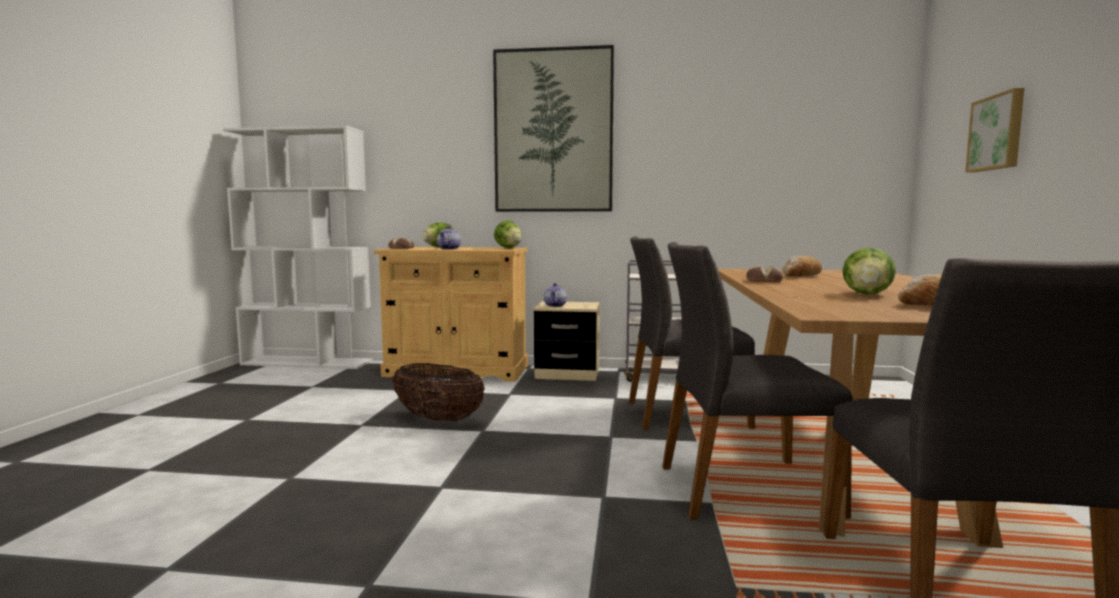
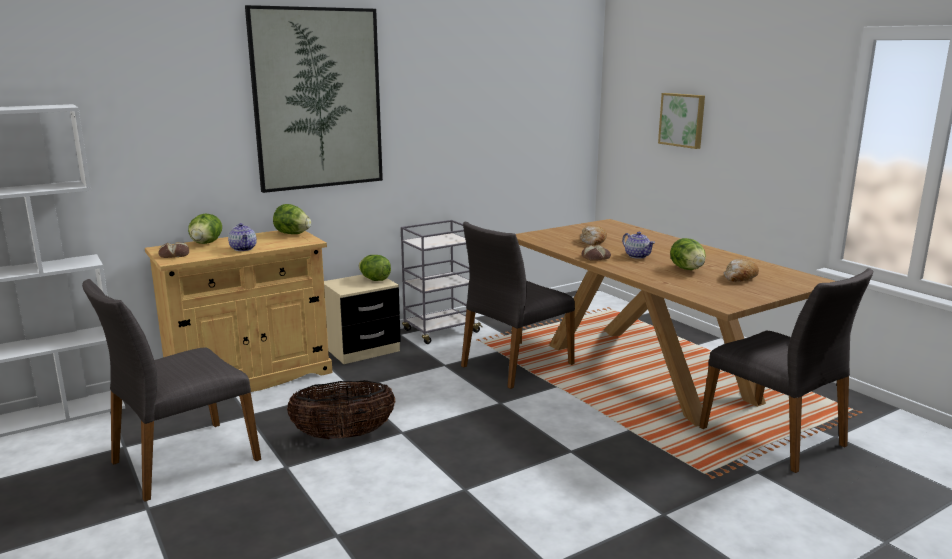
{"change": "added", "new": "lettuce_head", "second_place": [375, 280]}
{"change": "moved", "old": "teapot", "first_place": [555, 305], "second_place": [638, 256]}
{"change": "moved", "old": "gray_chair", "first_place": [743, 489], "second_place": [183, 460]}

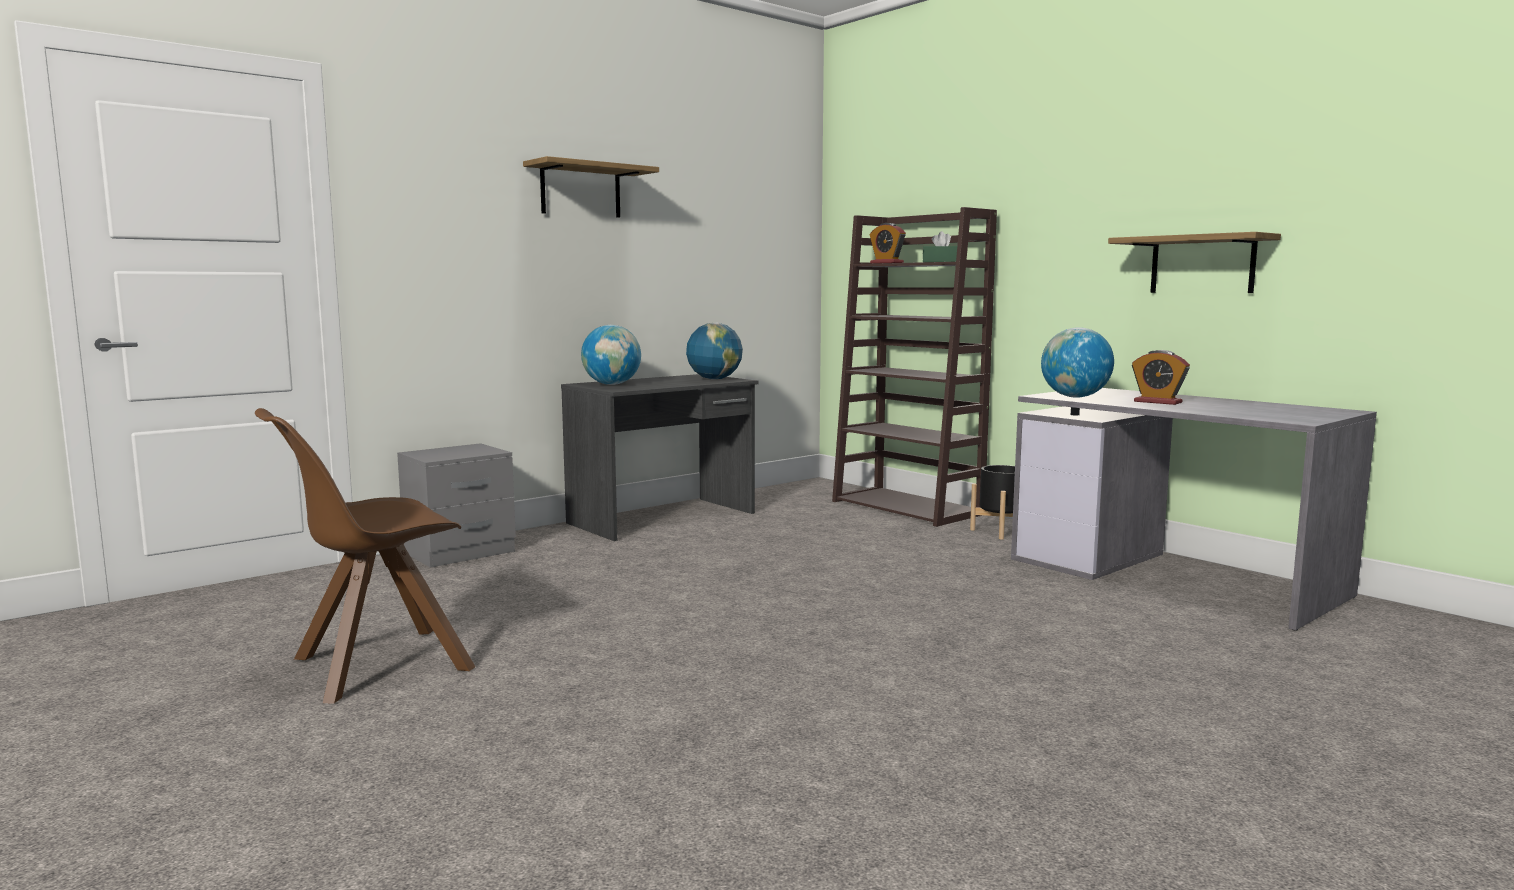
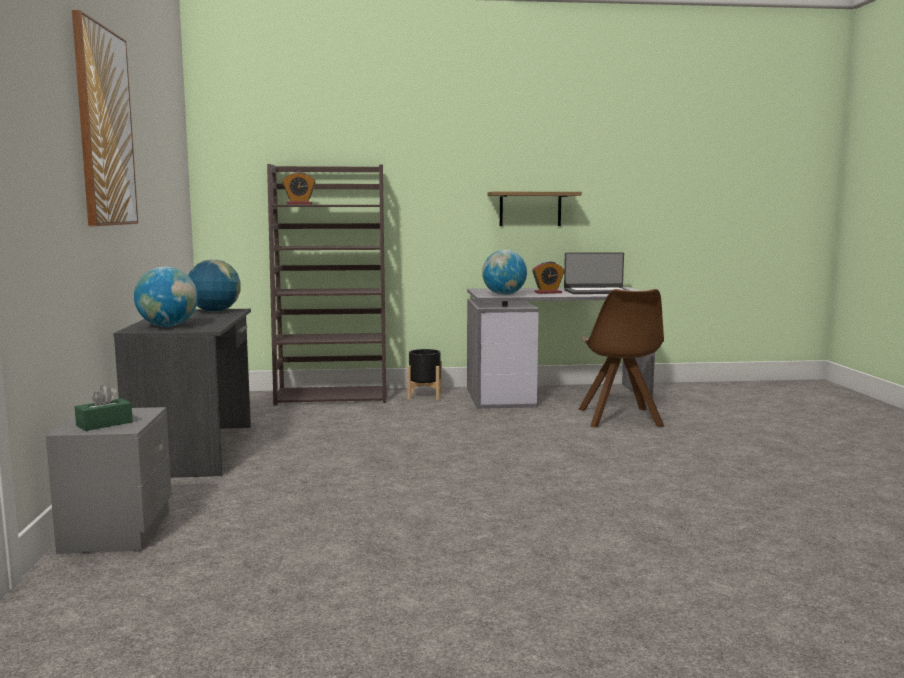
{"change": "added", "new": "portable_computer", "second_place": [597, 292]}
{"change": "moved", "old": "brown_chair", "first_place": [377, 665], "second_place": [620, 419]}
{"change": "moved", "old": "greenish_tissue_holder", "first_place": [940, 262], "second_place": [104, 424]}
{"change": "replaced", "old": "wall_shelf", "new": "wall_art", "first_place": [580, 191], "second_place": [104, 127]}

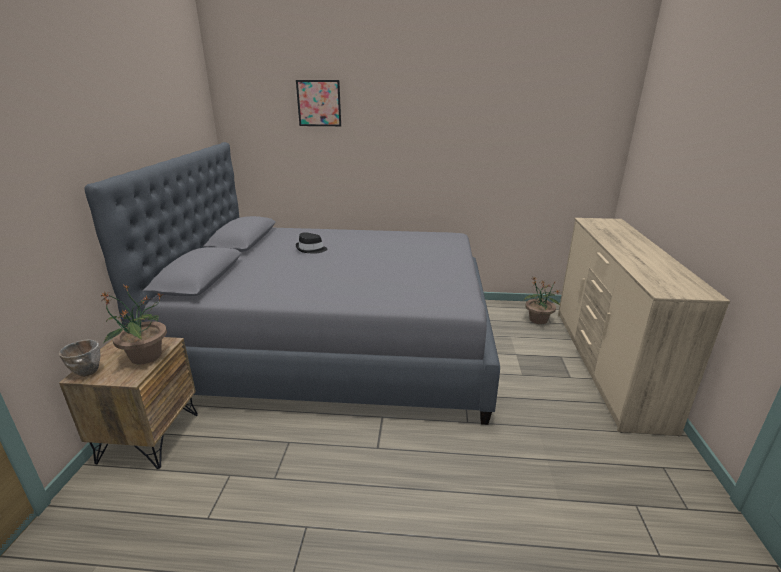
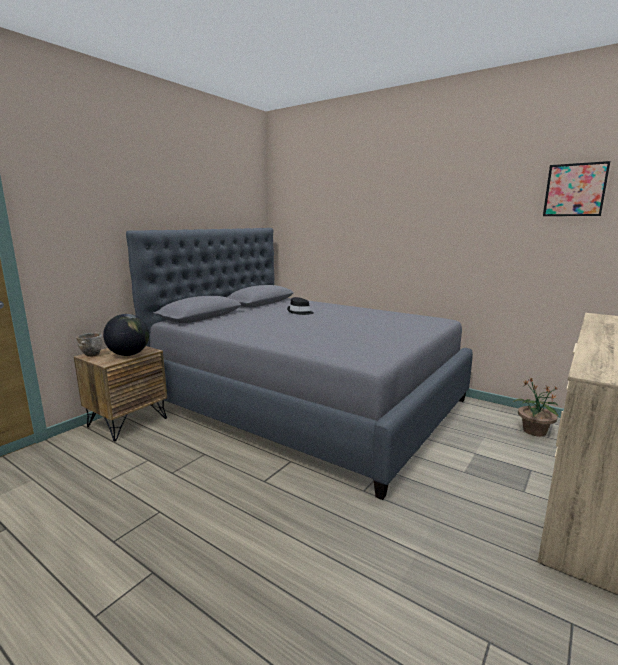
{"change": "moved", "old": "wall_art", "first_place": [319, 103], "second_place": [575, 190]}
{"change": "replaced", "old": "plant_in_a_pot", "new": "globe", "first_place": [145, 357], "second_place": [129, 354]}

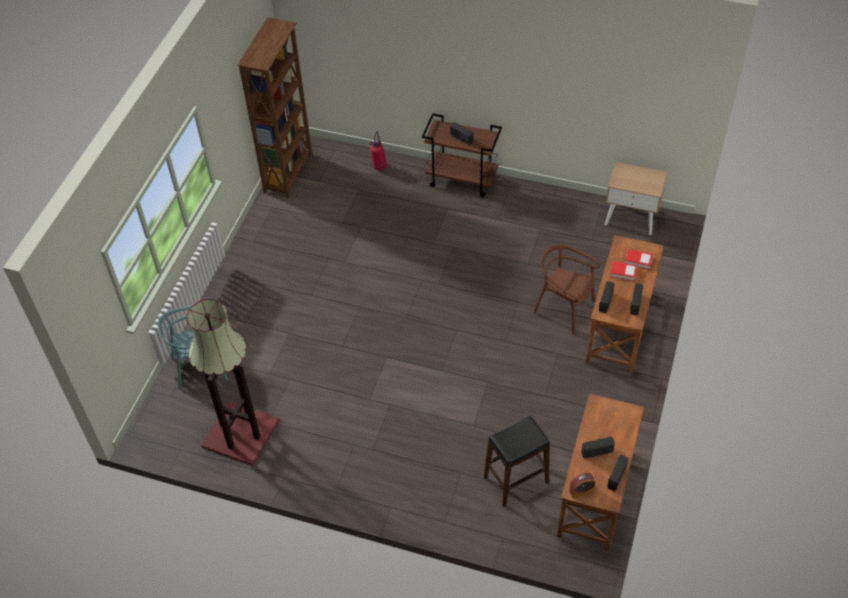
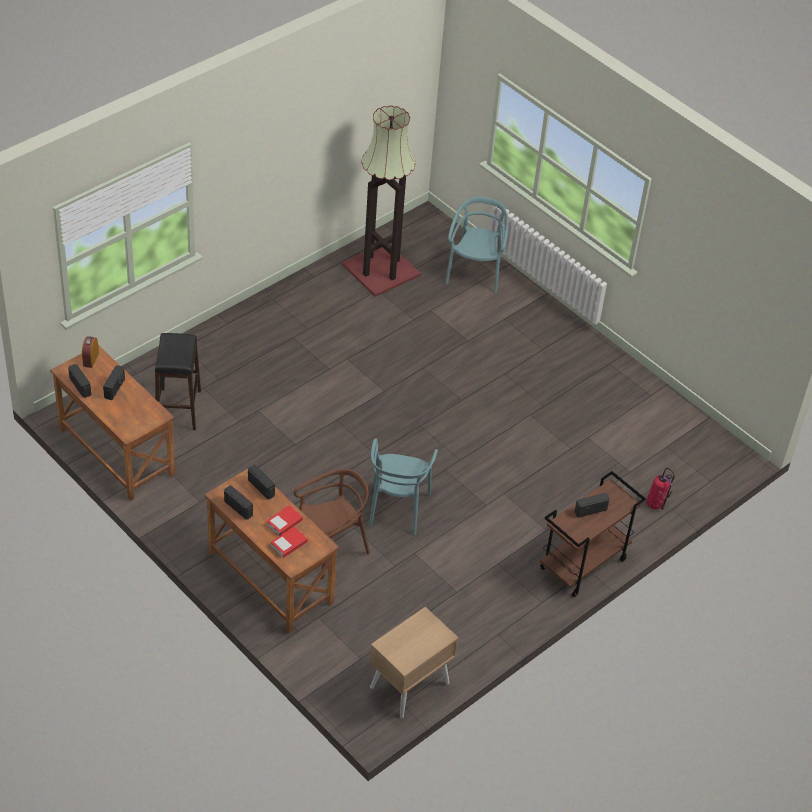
{"change": "removed", "old": "brown_bookshelf", "first_place": [289, 172]}
{"change": "added", "new": "turquoise-coloured_chair", "second_place": [397, 508]}

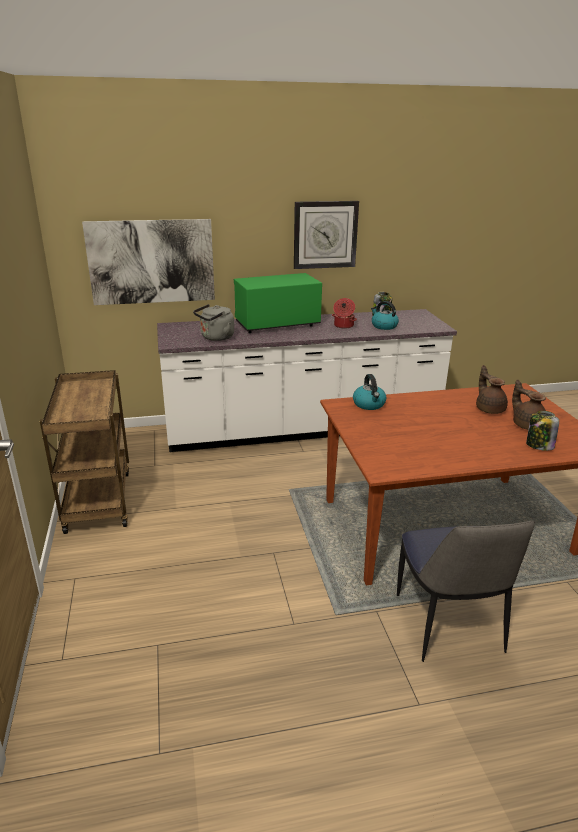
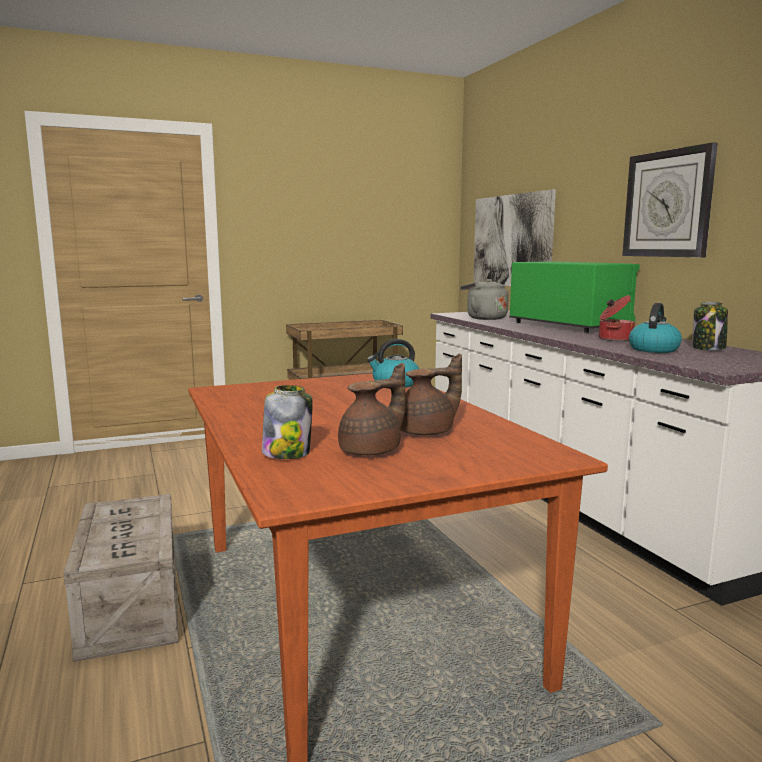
{"change": "replaced", "old": "chair", "new": "packing_crate", "first_place": [448, 626], "second_place": [130, 604]}

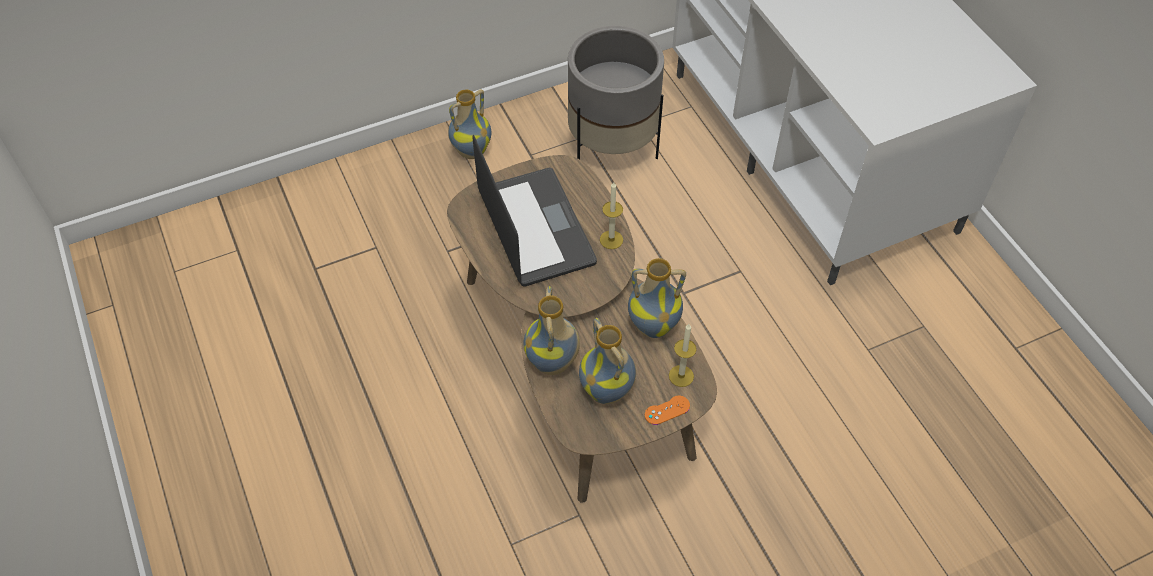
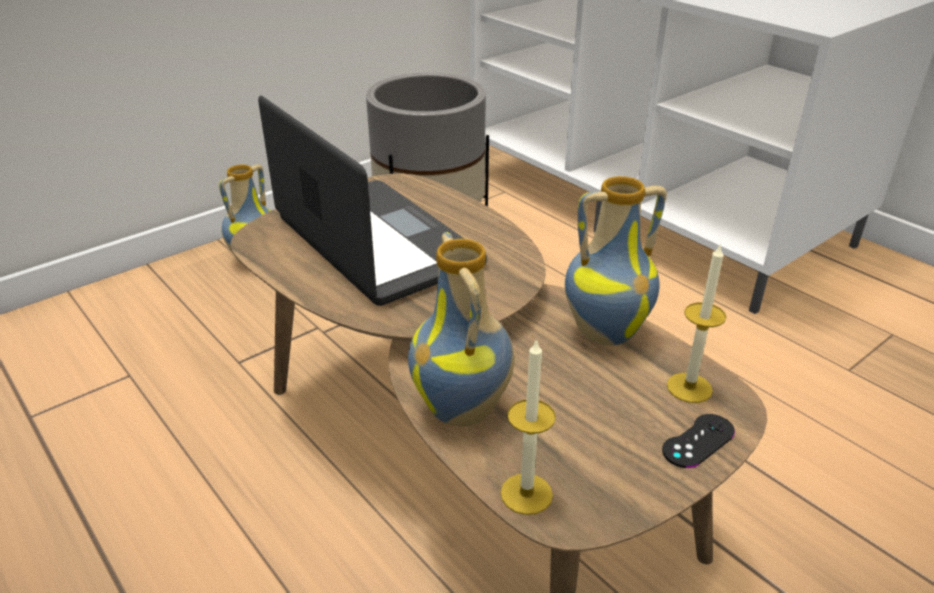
{"change": "removed", "old": "vase", "first_place": [608, 391]}
{"change": "moved", "old": "wax_candle", "first_place": [611, 239], "second_place": [526, 494]}
{"change": "recoloured", "old": "orange_joypad", "new": "black_joypad", "first_place": [667, 410], "second_place": [698, 441]}

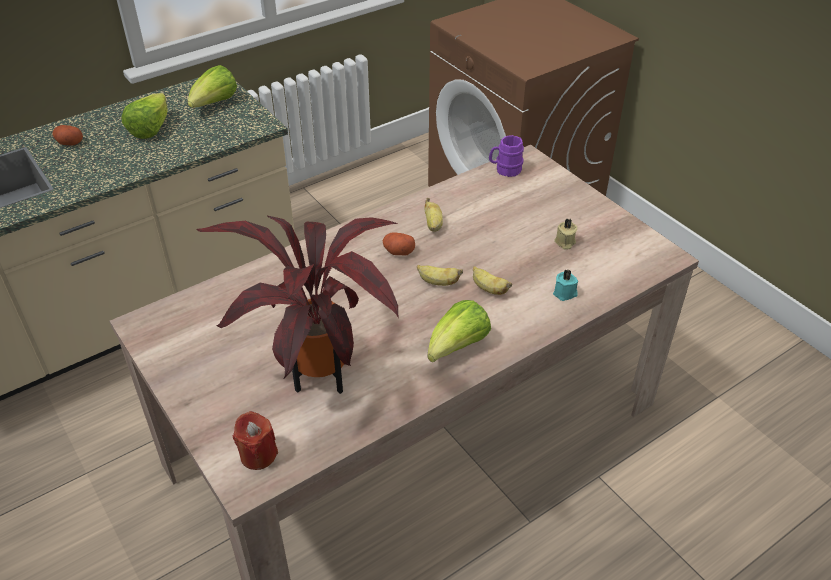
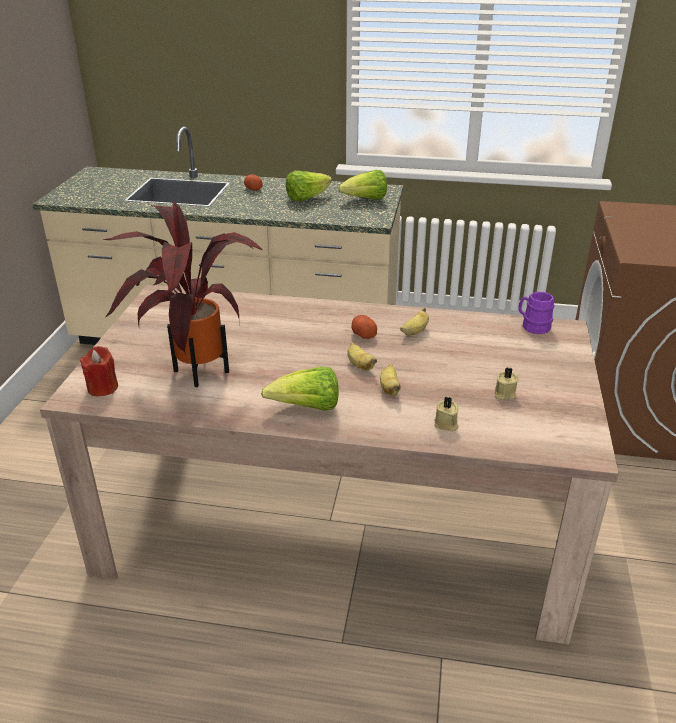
{"change": "recoloured", "old": "turquoise-coloured_wax_candle", "new": "sand-coloured_wax_candle", "first_place": [565, 293], "second_place": [446, 424]}

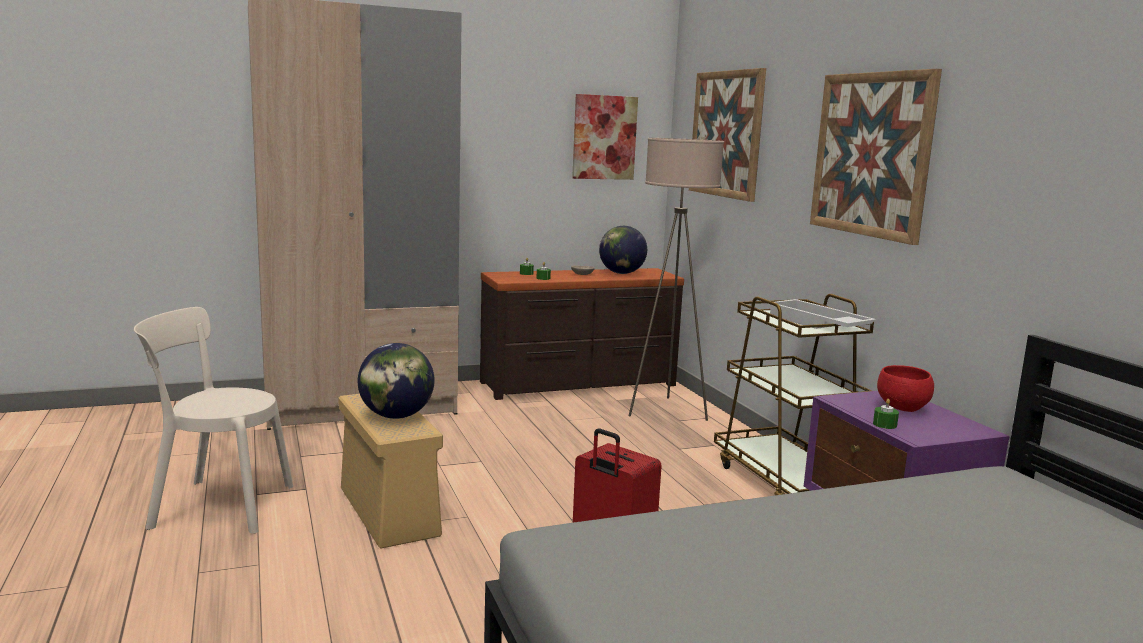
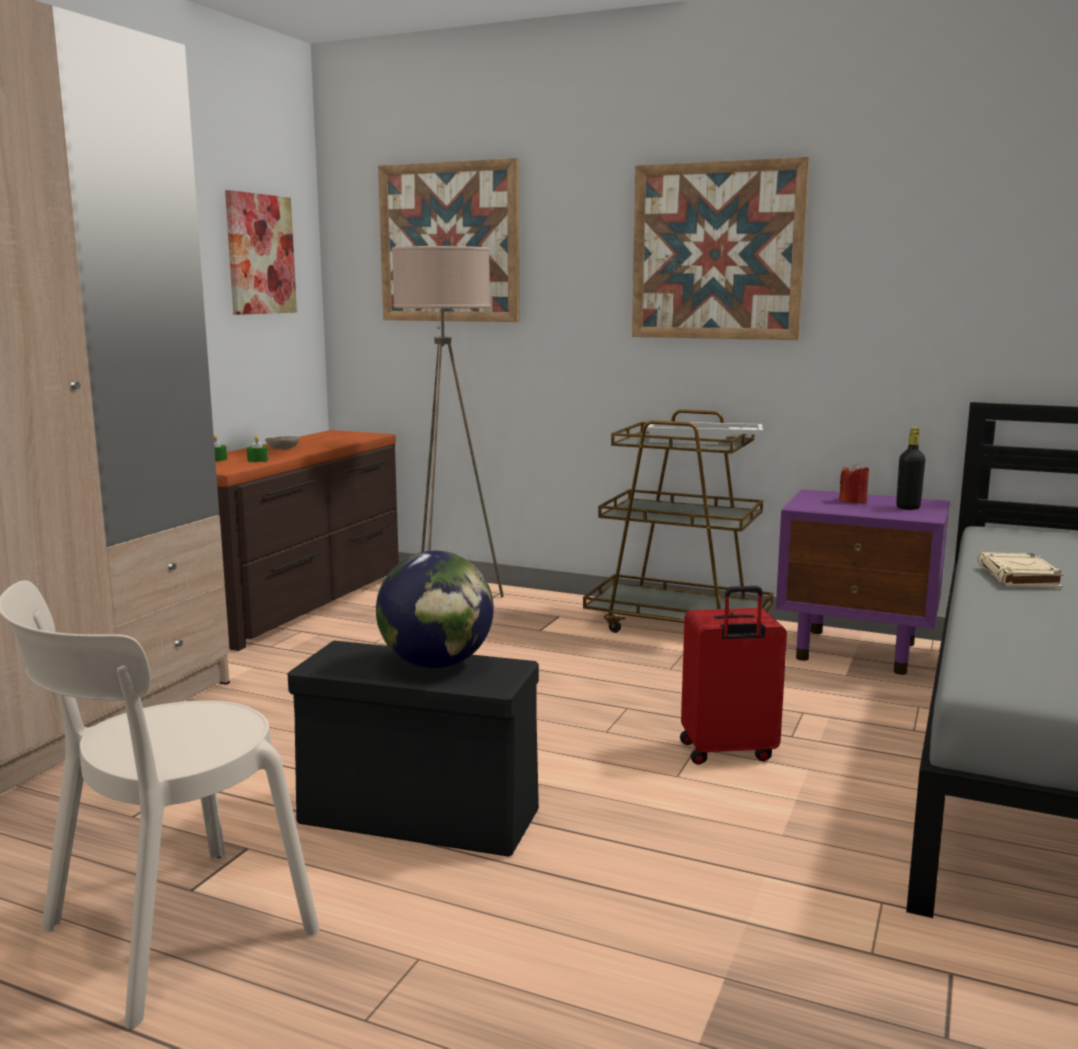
{"change": "removed", "old": "globe", "first_place": [622, 273]}
{"change": "removed", "old": "greenish_wax_candle", "first_place": [884, 424]}
{"change": "added", "new": "black_drink_bottle", "second_place": [908, 508]}
{"change": "added", "new": "sand-coloured_bound_book", "second_place": [1019, 577]}
{"change": "replaced", "old": "red_bowl", "new": "red_wax_candle", "first_place": [903, 409], "second_place": [853, 501]}
{"change": "recoloured", "old": "sand-coloured_storage_bin", "new": "black_storage_bin", "first_place": [387, 510], "second_place": [415, 817]}

